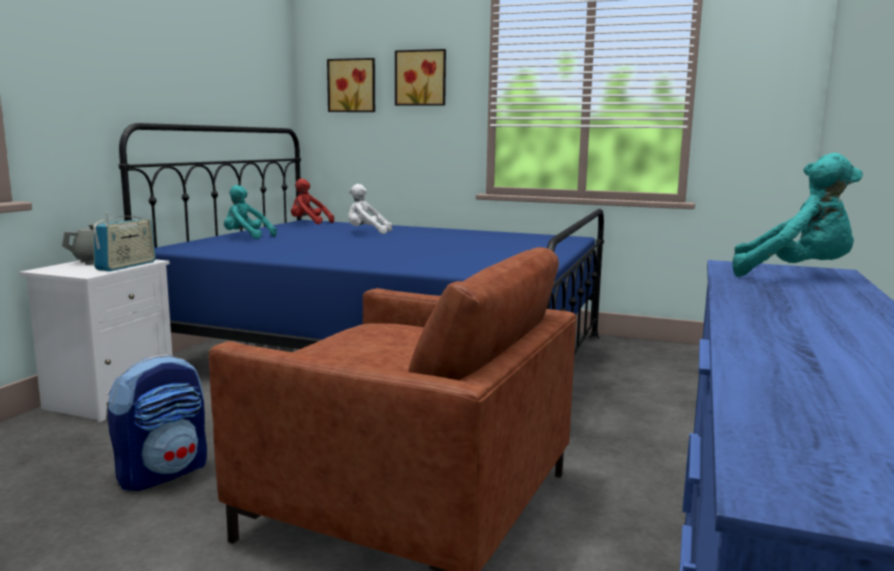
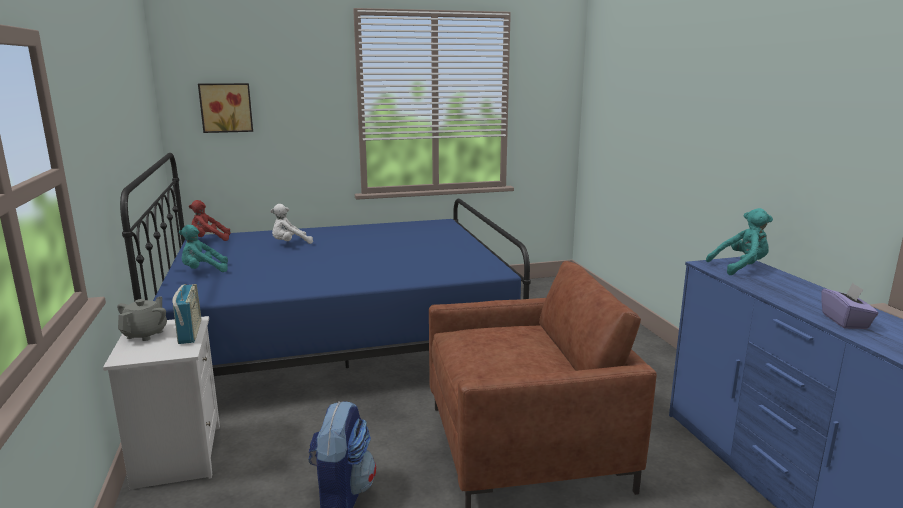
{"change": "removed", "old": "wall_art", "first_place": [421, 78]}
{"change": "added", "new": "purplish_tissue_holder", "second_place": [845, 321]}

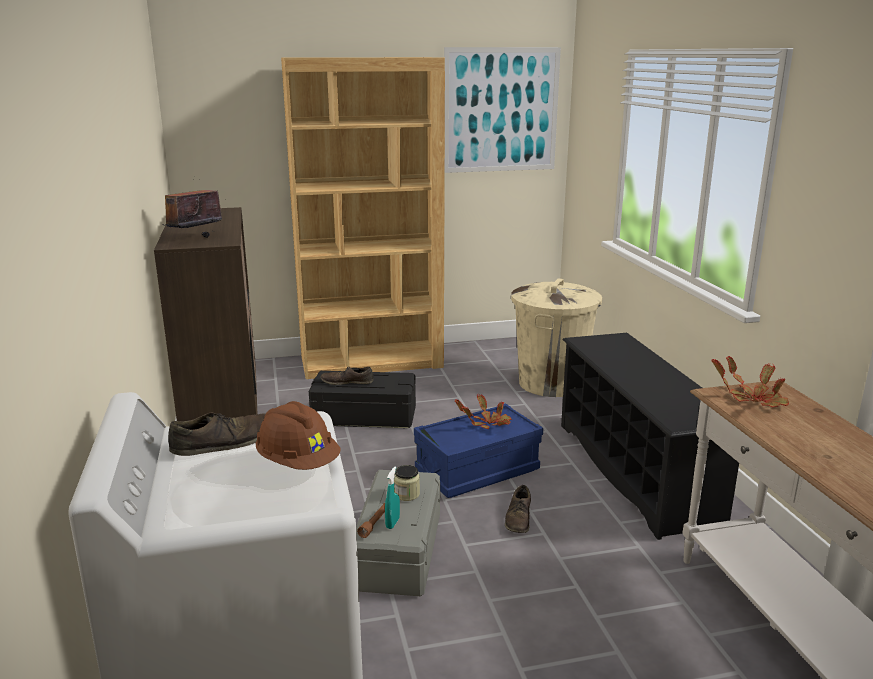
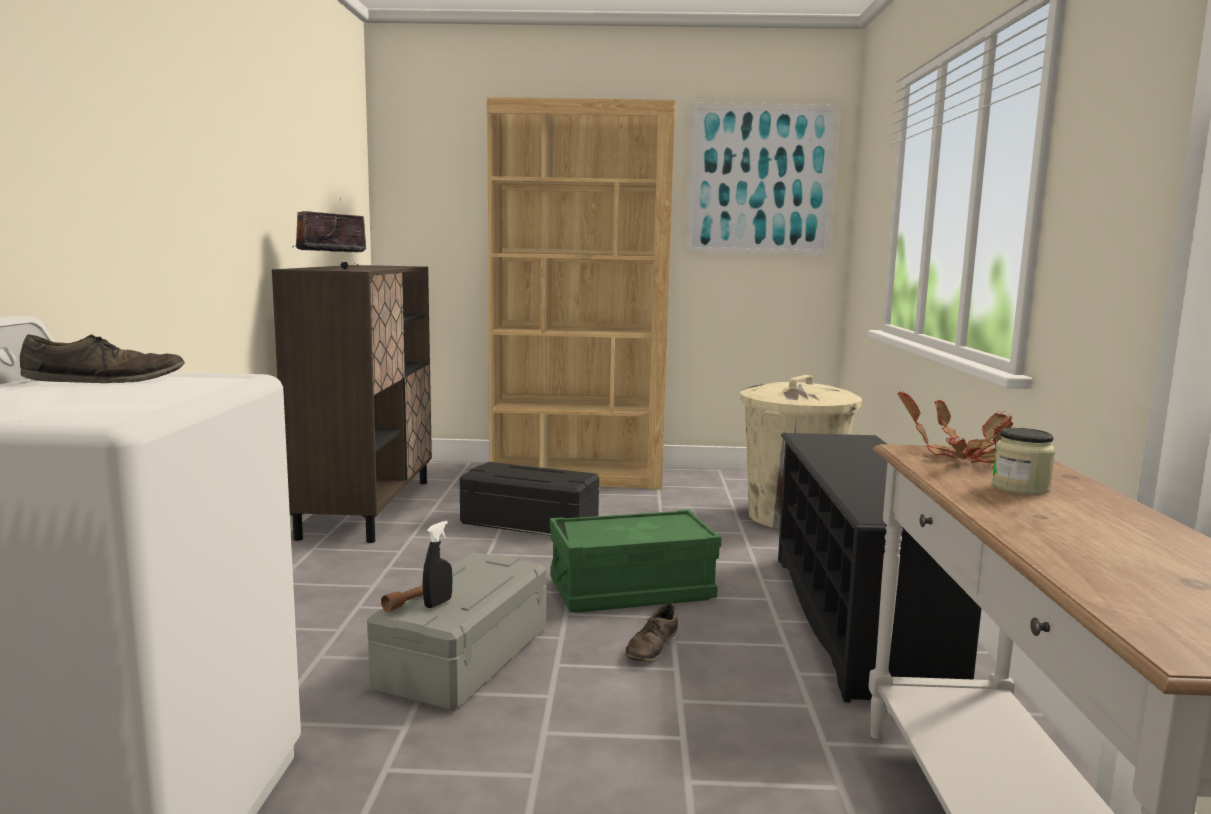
{"change": "removed", "old": "brown_safety_helmet", "first_place": [298, 463]}
{"change": "removed", "old": "brown_low_shoe", "first_place": [347, 382]}
{"change": "removed", "old": "plant_in_a_pot", "first_place": [487, 423]}
{"change": "moved", "old": "preserve_jar", "first_place": [407, 494], "second_place": [1020, 488]}
{"change": "recoloured", "old": "turquoise-coloured_spray_bottle", "new": "black_spray_bottle", "first_place": [392, 523], "second_place": [438, 603]}
{"change": "recoloured", "old": "bluish_storage_bin", "new": "greenish_storage_bin", "first_place": [477, 470], "second_place": [631, 590]}

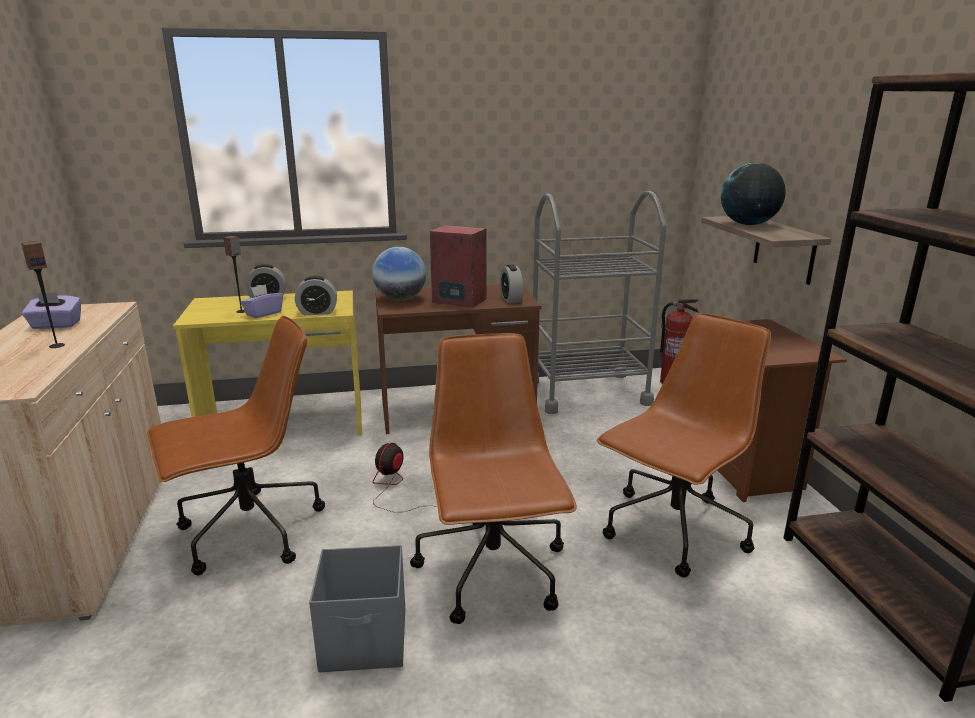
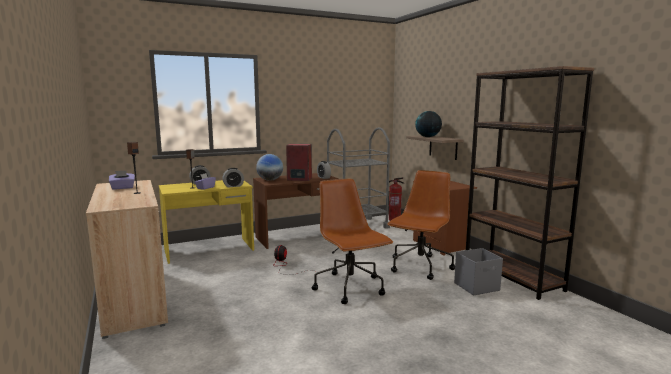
{"change": "removed", "old": "brown_office_chair", "first_place": [248, 532]}
{"change": "moved", "old": "gray_storage_bin", "first_place": [365, 641], "second_place": [477, 287]}

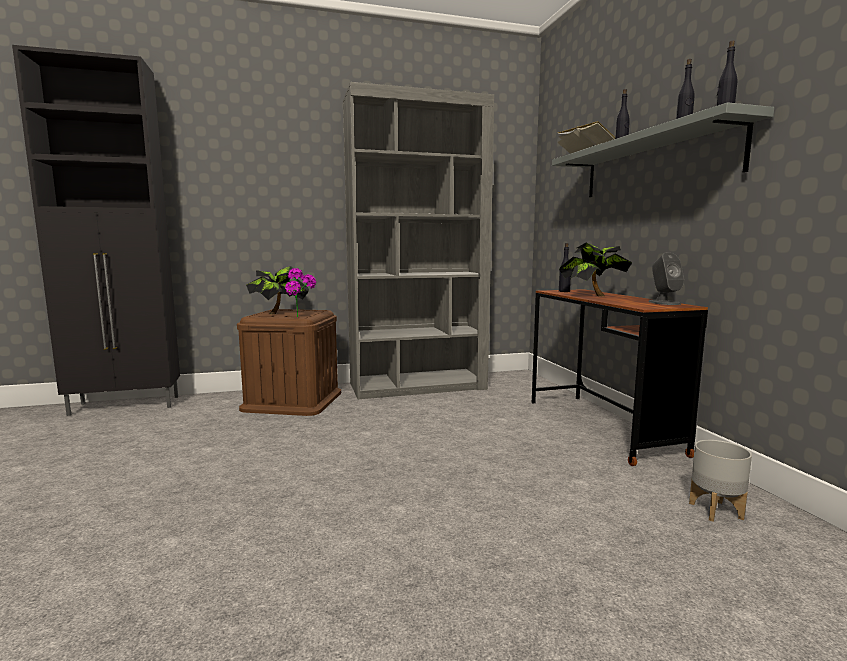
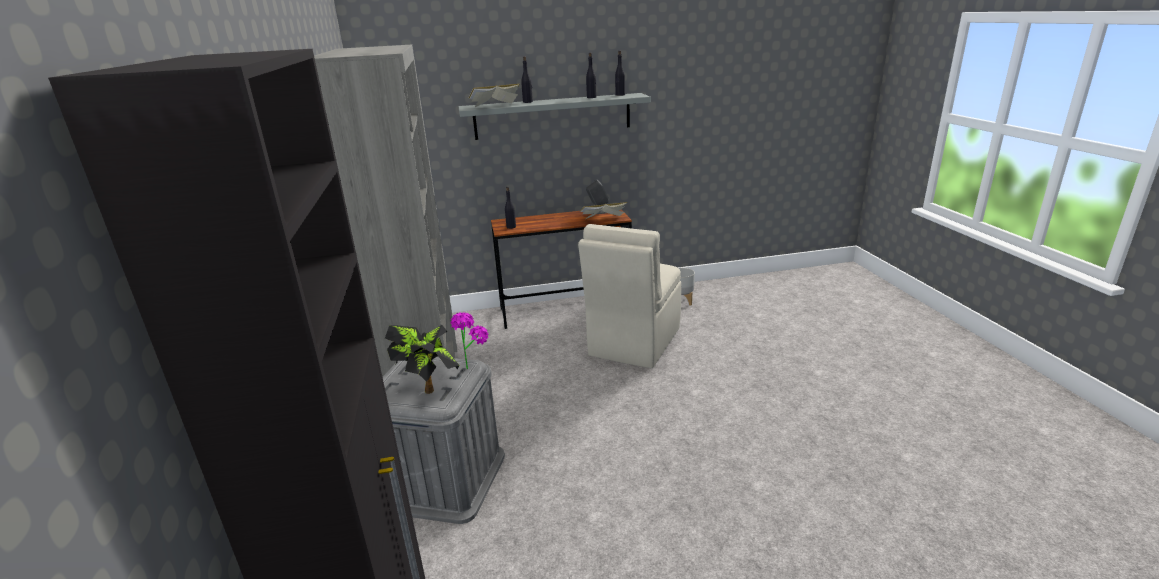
{"change": "removed", "old": "plant_in_a_pot", "first_place": [592, 296]}
{"change": "added", "new": "sand-coloured_chair", "second_place": [633, 343]}
{"change": "added", "new": "bound_book", "second_place": [603, 220]}
{"change": "recoloured", "old": "brown_storage_bin", "new": "gray_storage_bin", "first_place": [293, 400], "second_place": [441, 478]}

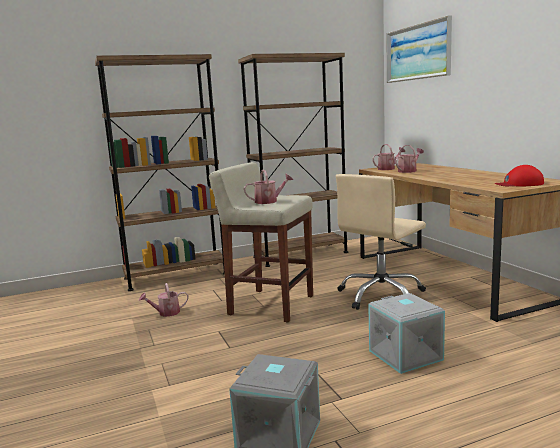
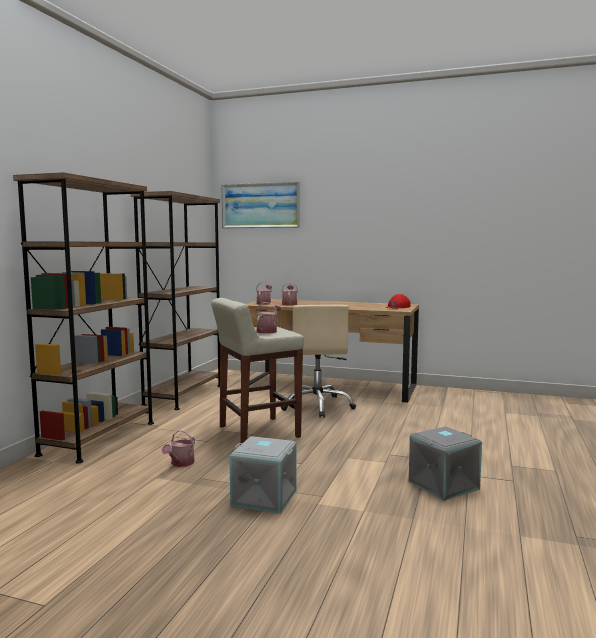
{"change": "moved", "old": "gray_storage_bin", "first_place": [406, 355], "second_place": [265, 497]}

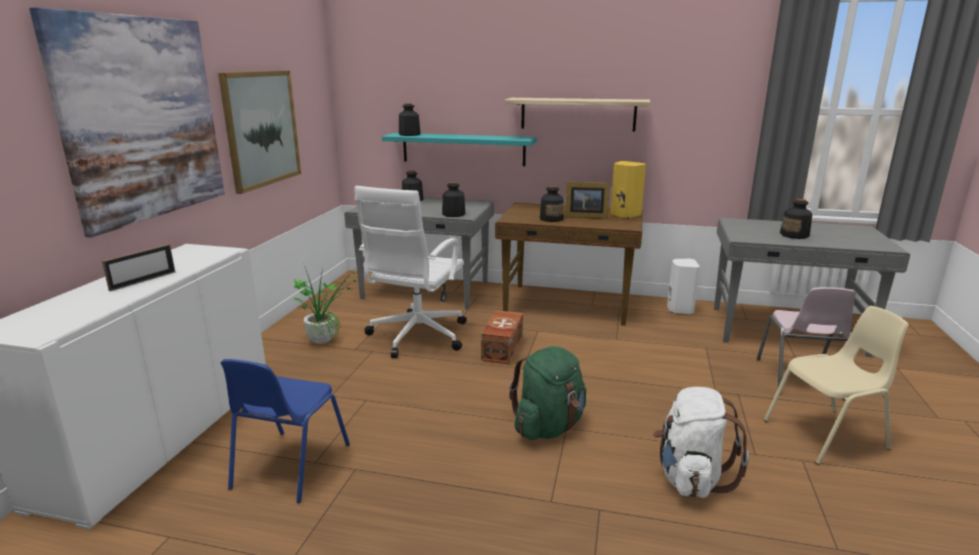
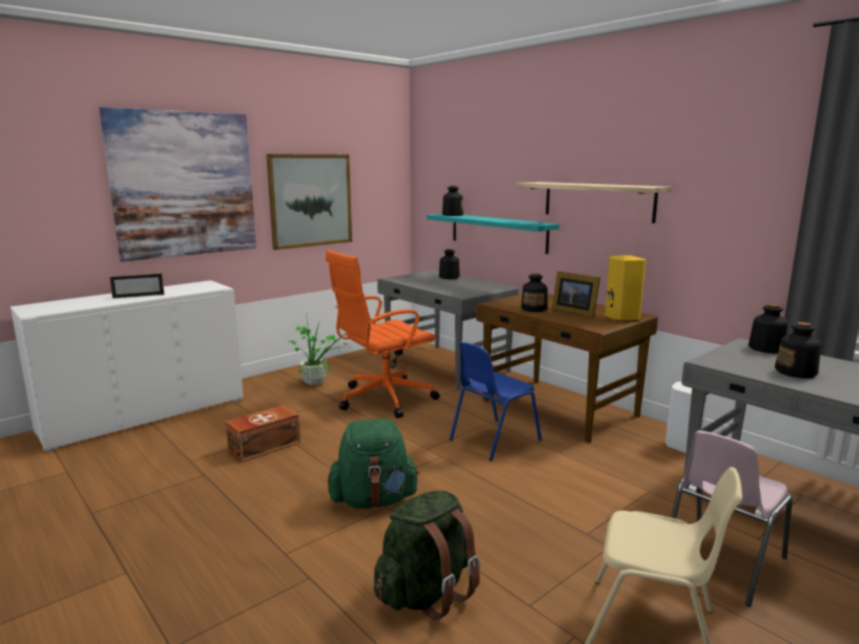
{"change": "moved", "old": "bluish_chair", "first_place": [289, 466], "second_place": [493, 440]}
{"change": "moved", "old": "drink_bottle", "first_place": [453, 214], "second_place": [766, 348]}
{"change": "moved", "old": "brown_storage_bin", "first_place": [501, 349], "second_place": [263, 446]}
{"change": "recoloured", "old": "white_office_chair", "new": "orange_office_chair", "first_place": [416, 337], "second_place": [383, 399]}
{"change": "recoloured", "old": "white_knapsack", "new": "greenish_knapsack", "first_place": [690, 477], "second_place": [426, 593]}

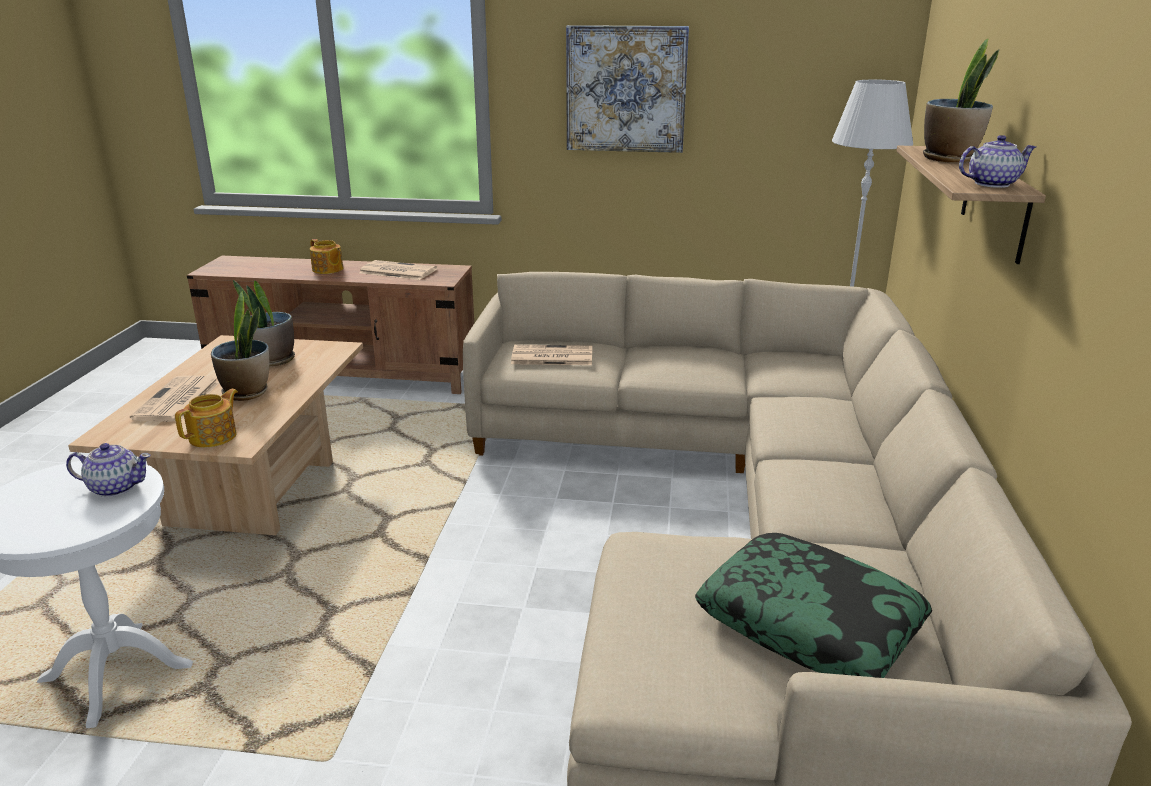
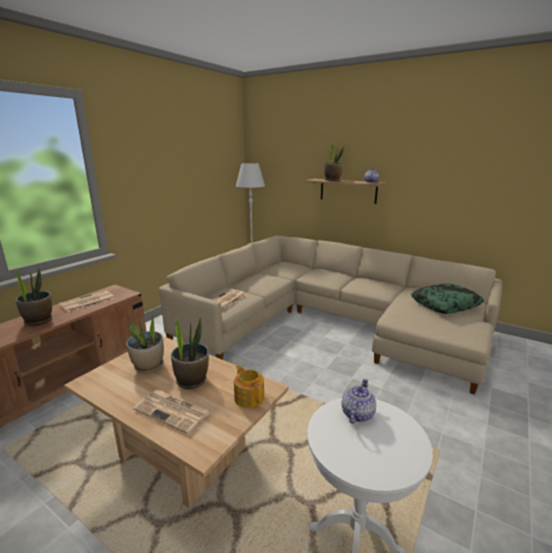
{"change": "removed", "old": "wall_art", "first_place": [626, 89]}
{"change": "replaced", "old": "teapot", "new": "plant_in_a_pot", "first_place": [328, 269], "second_place": [38, 320]}

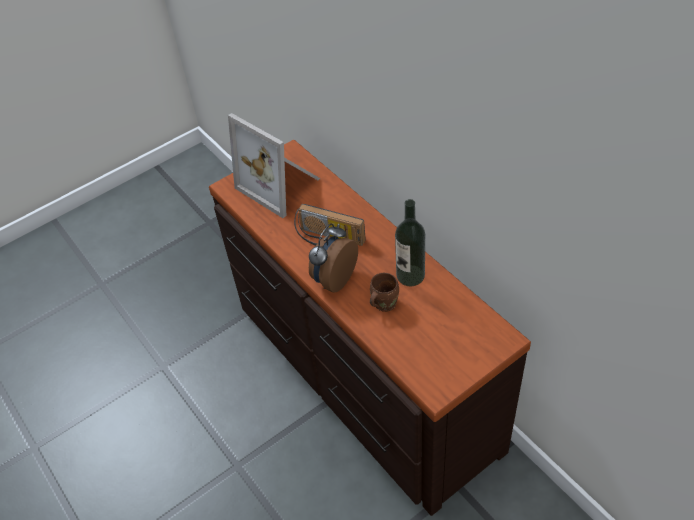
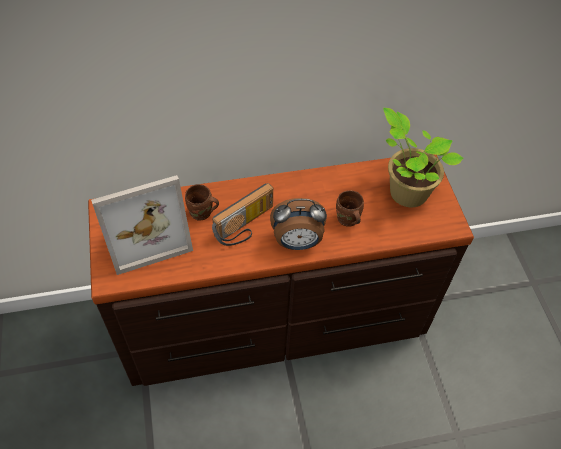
{"change": "removed", "old": "drink_bottle", "first_place": [410, 275]}
{"change": "added", "new": "brown_coffee_mug", "second_place": [202, 214]}
{"change": "added", "new": "plant_in_a_pot", "second_place": [405, 191]}
{"change": "turned", "old": "alarm_clock", "first_place": [333, 279], "second_place": [297, 242], "degrees": -60}

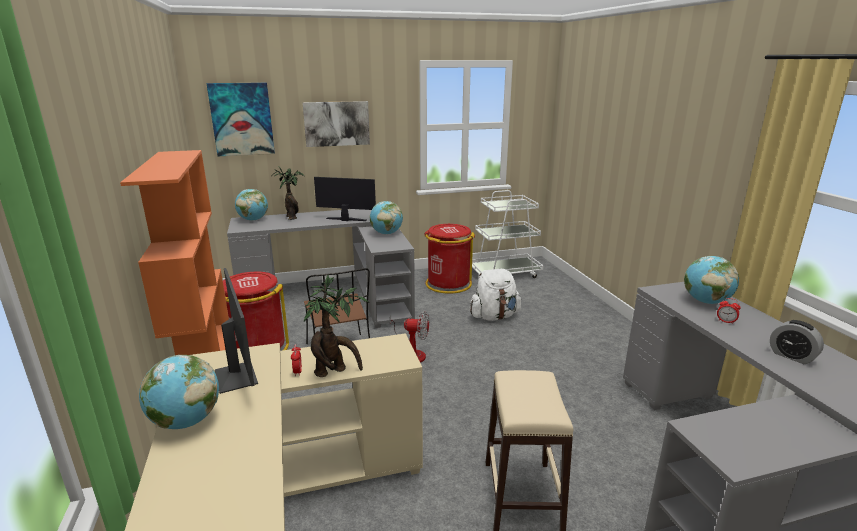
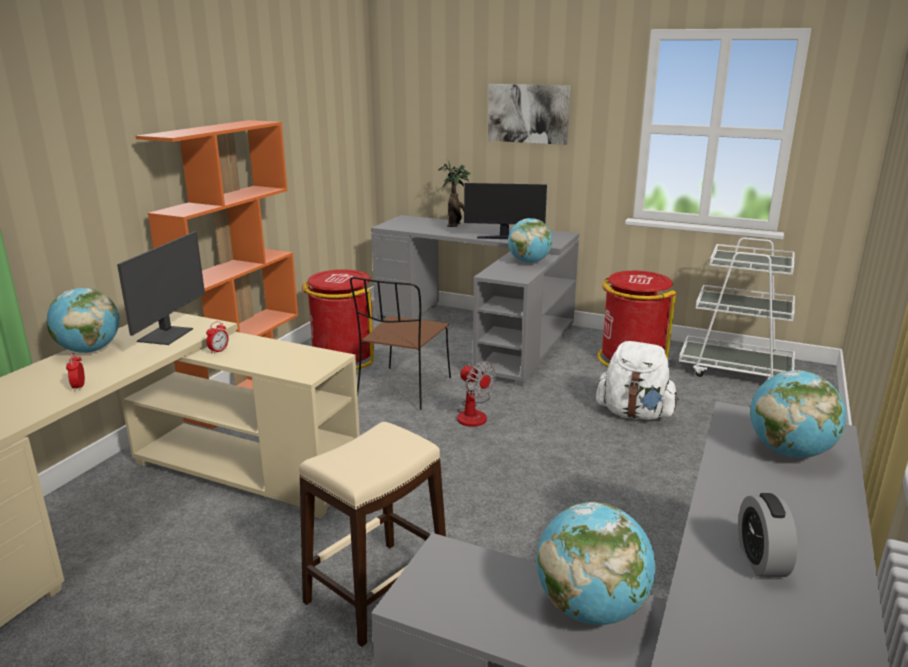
{"change": "removed", "old": "wall_art", "first_place": [242, 119]}
{"change": "removed", "old": "plant_in_a_pot", "first_place": [335, 371]}
{"change": "moved", "old": "globe", "first_place": [253, 220], "second_place": [590, 608]}
{"change": "moved", "old": "alarm_clock", "first_place": [726, 321], "second_place": [79, 387]}
{"change": "turned", "old": "computer_screen", "first_place": [345, 220], "second_place": [504, 238], "degrees": 135}

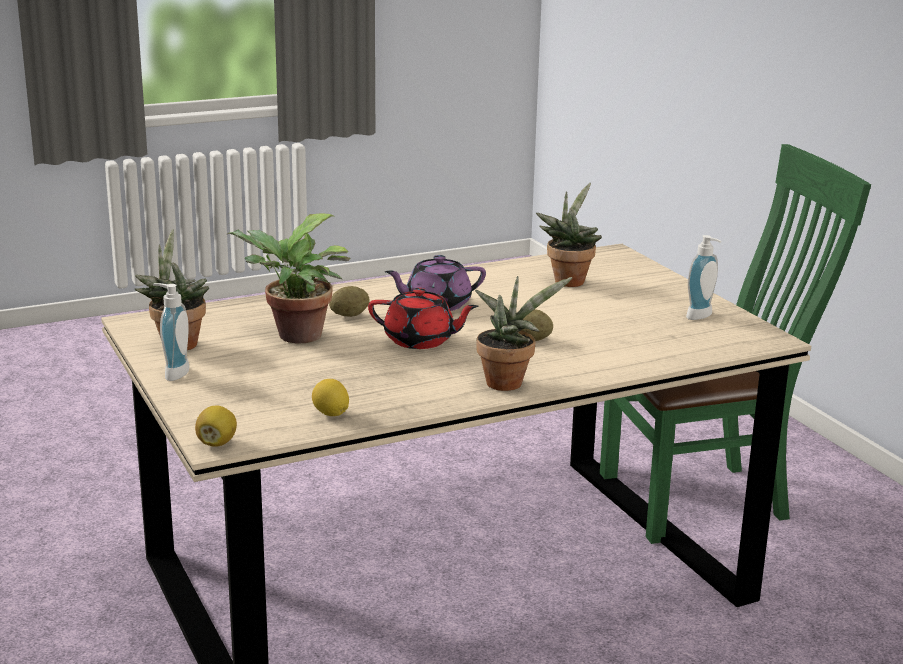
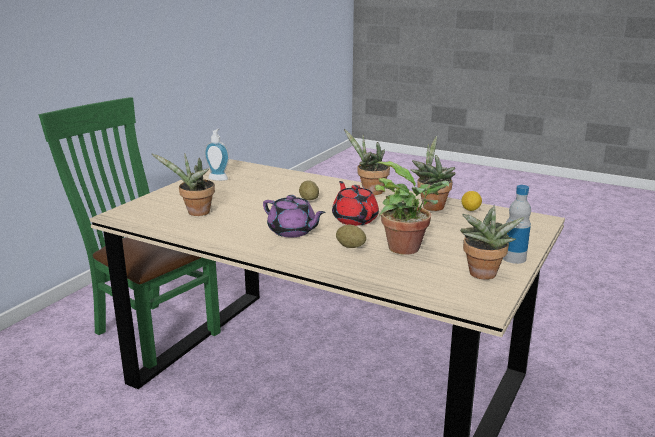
{"change": "removed", "old": "citrus_fruit", "first_place": [217, 443]}
{"change": "added", "new": "plant_in_a_pot", "second_place": [431, 206]}
{"change": "replaced", "old": "soap_dispenser", "new": "drink_bottle", "first_place": [173, 373], "second_place": [514, 258]}

